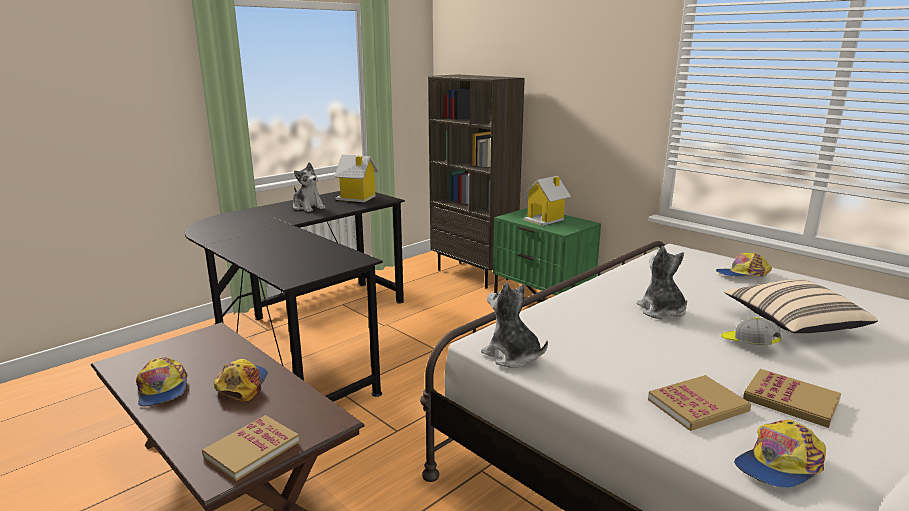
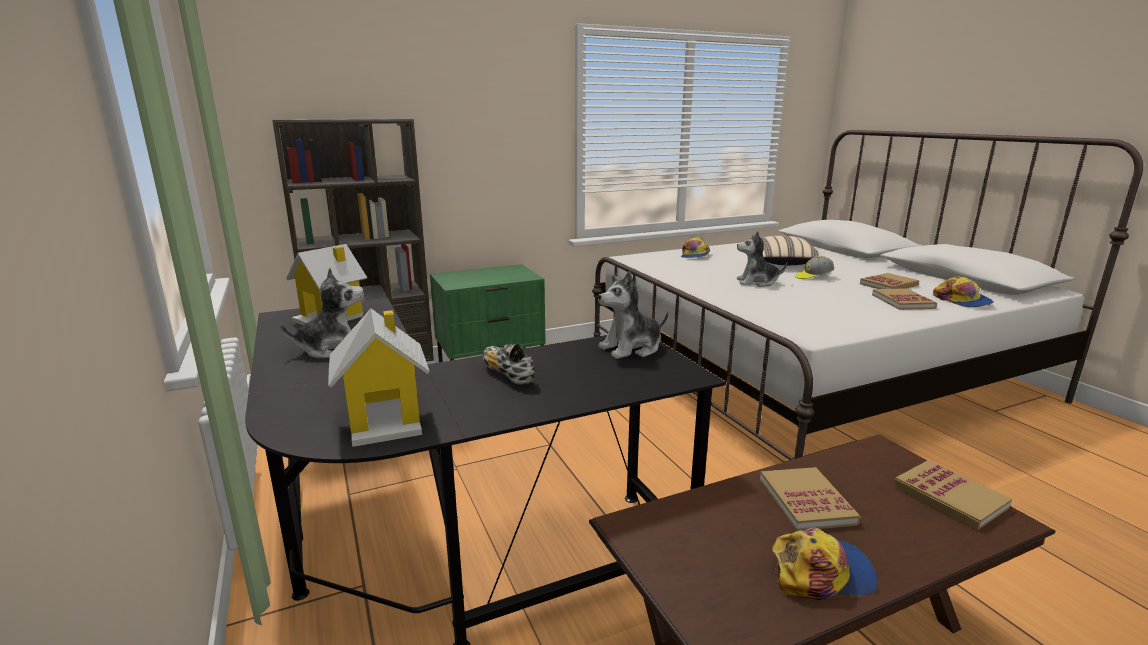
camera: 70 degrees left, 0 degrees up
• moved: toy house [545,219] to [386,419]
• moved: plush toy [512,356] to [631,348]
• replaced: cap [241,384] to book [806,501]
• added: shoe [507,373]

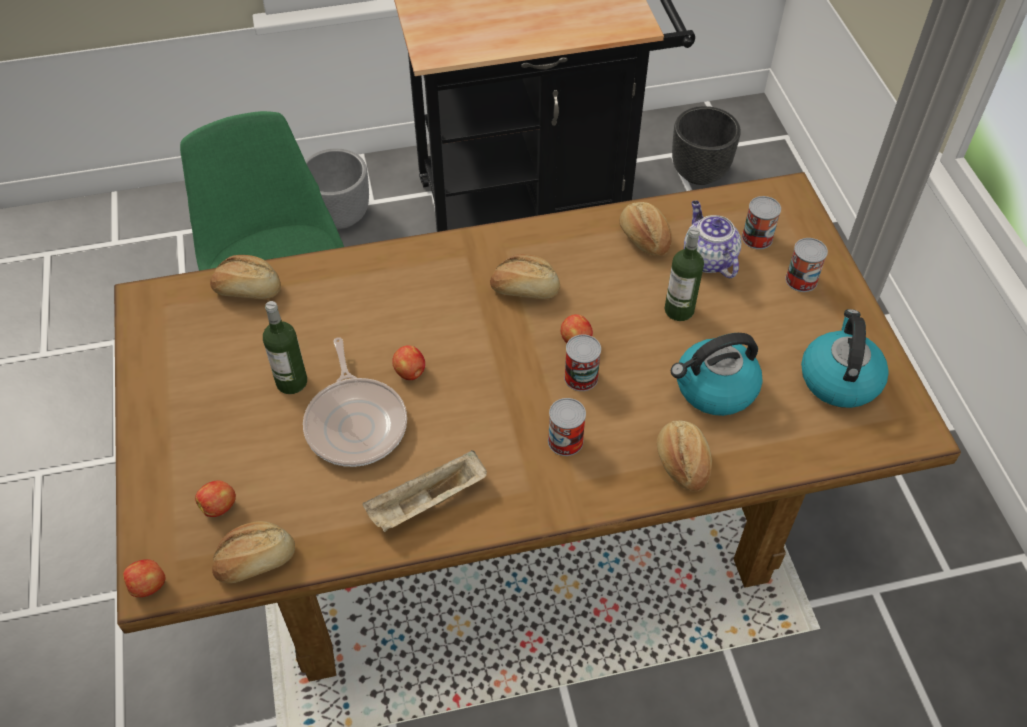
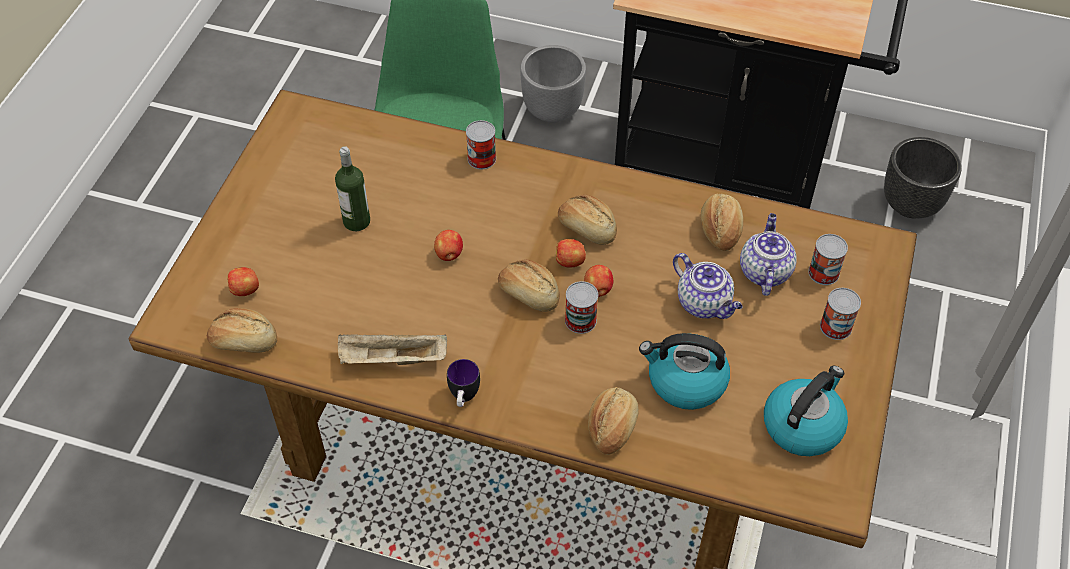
camera: 30 degrees right, 0 degrees up
• replaced: bottle [679,310] to teapot [705,303]
• moved: bread [248,289] to [529,294]
• removed: frying pan [356,422]
• moved: can [565,441] to [481,158]
• moved: apple [149,585] to [570,262]
• added: mug [463,398]

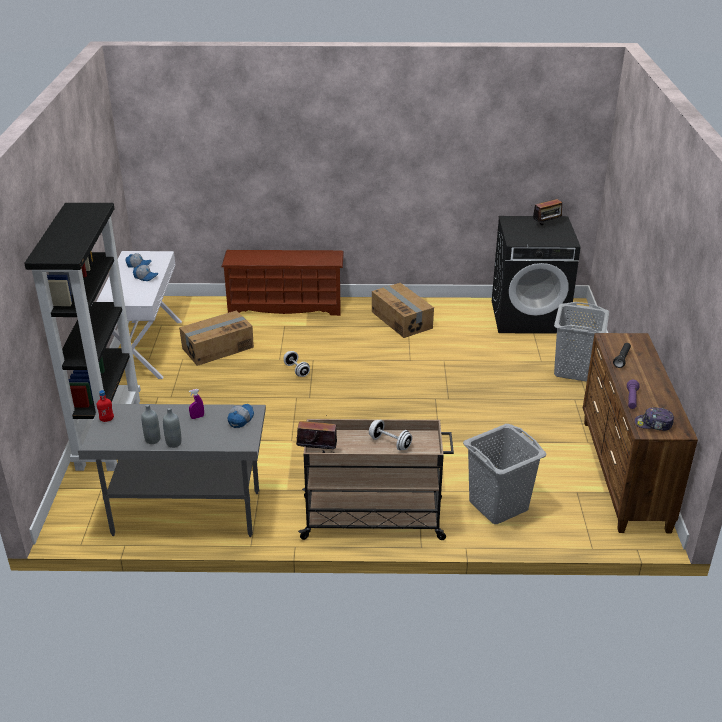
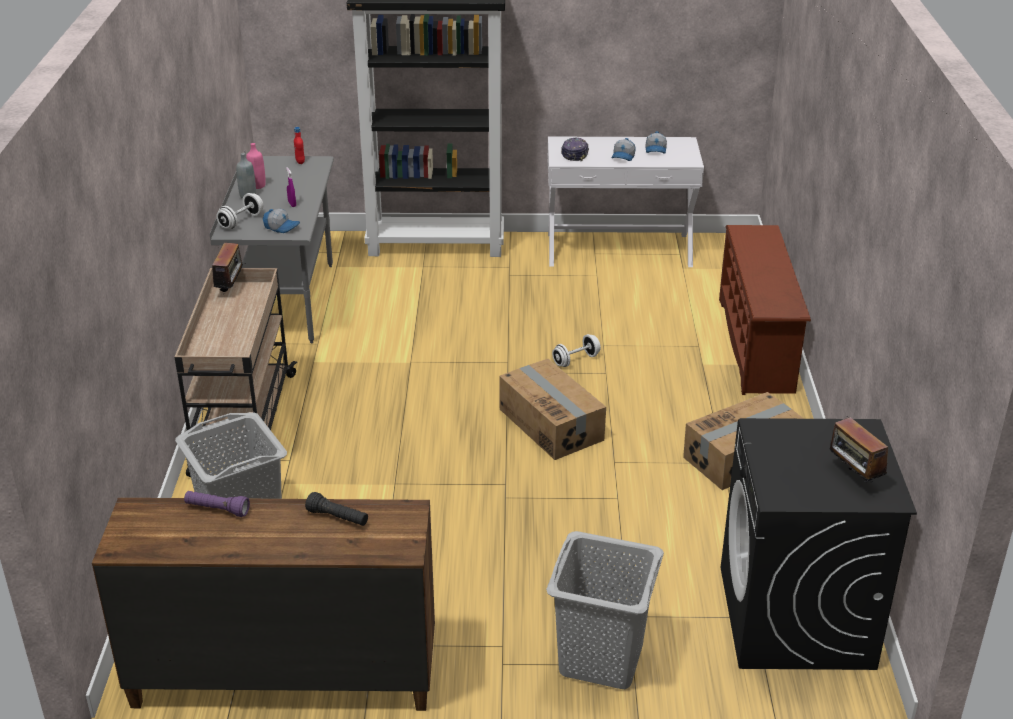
camera: 90 degrees right, 0 degrees up
• moved: cardboard box [217,348] to [551,424]
• recoloured: grey bottle [152,440] to pink bottle [257,186]
• moved: cap [653,424] to [574,154]
• moved: white dumbbell [390,443] to [241,221]

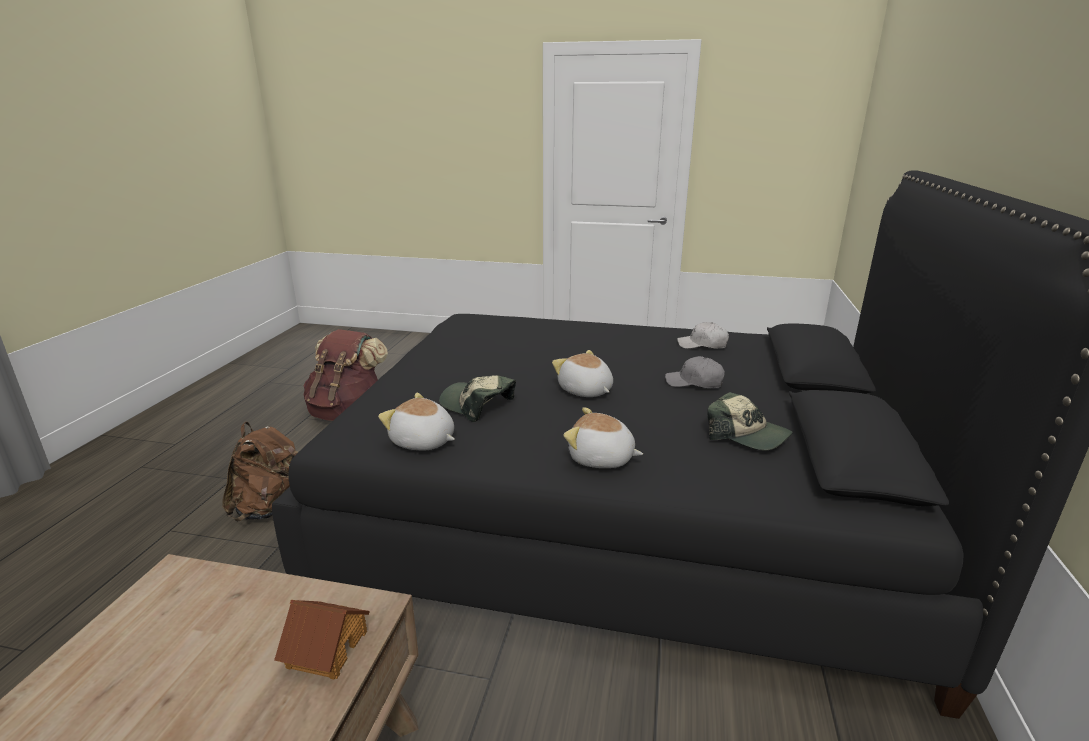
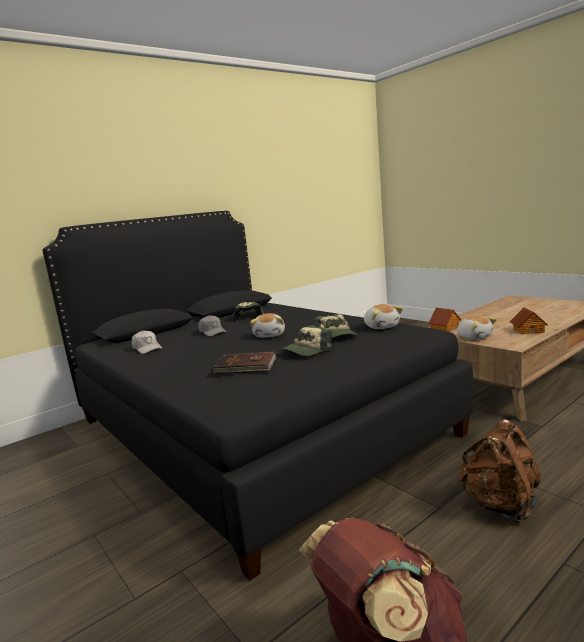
camera: 140 degrees left, 10 degrees down
• moved: plush toy [601,459] to [474,337]
• added: toy house [528,330]
• added: cap [306,350]
• added: brown book [246,366]

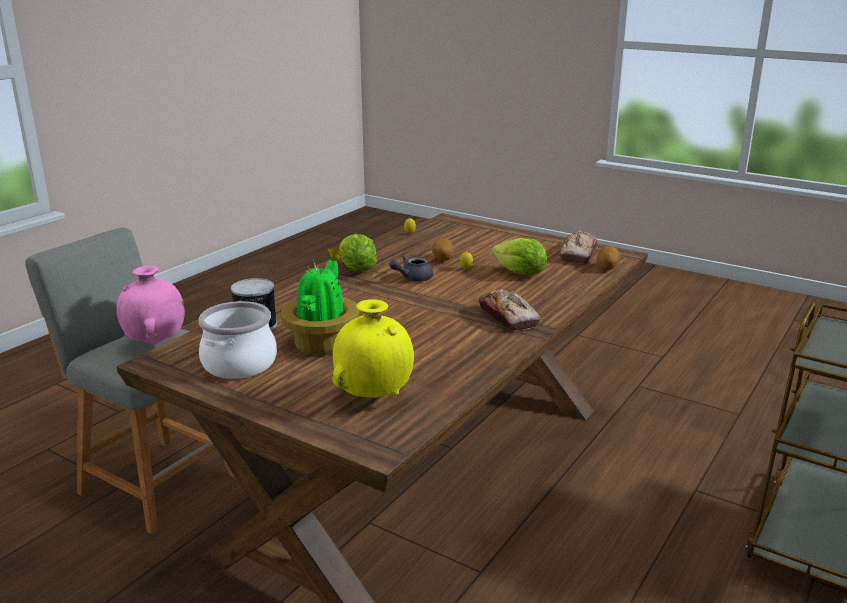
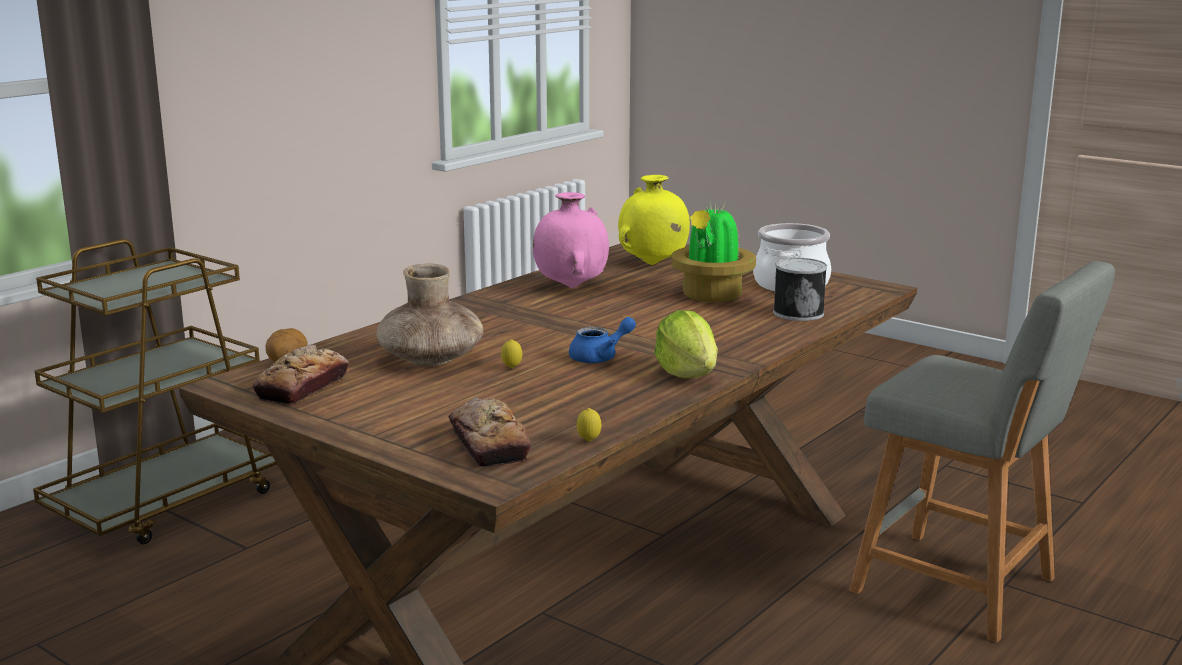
camera: 175 degrees left, 5 degrees down
• removed: potato [442,259]
• replaced: lettuce [520,273] to brown vase [431,359]
• recoloured: grey teapot [412,278] to blue teapot [600,357]
• moved: pink vase [155,343] to [571,287]
• moved: bread [508,317] to [489,444]

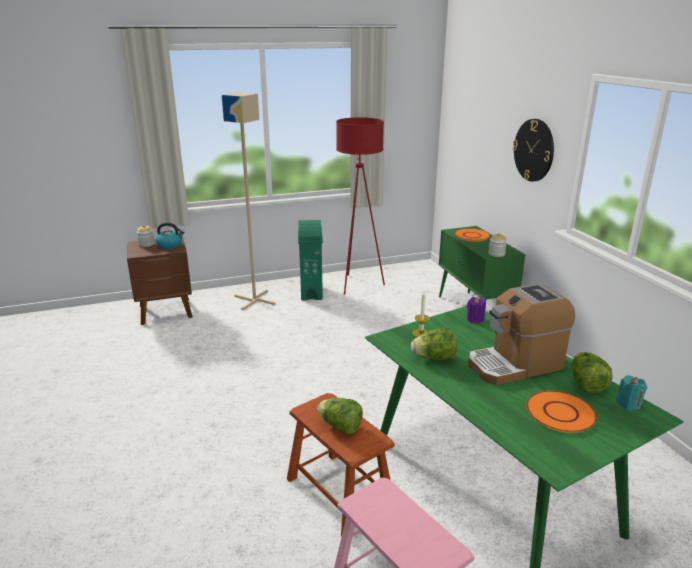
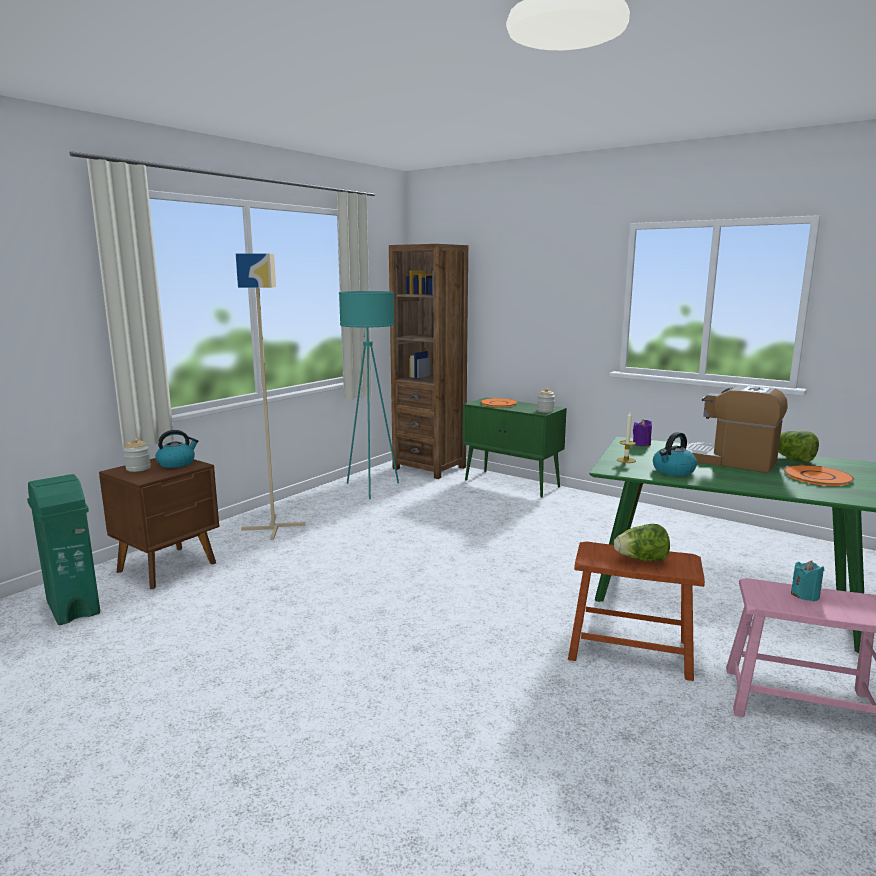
camera: 35 degrees left, 10 degrees down
• recoloured: red floor lamp [358,285] to turquoise floor lamp [371,488]
• removed: wall clock [534,150]
• moved: green trash can [311,293] to [73,607]
• turned: coffee machine [515,364] = [730,461] 90 degrees clockwise
• replaced: lettuce [434,358] to kettle [673,471]
• moved: turquoise candle [628,404] to [805,595]
• added: brown bookcase [429,468]

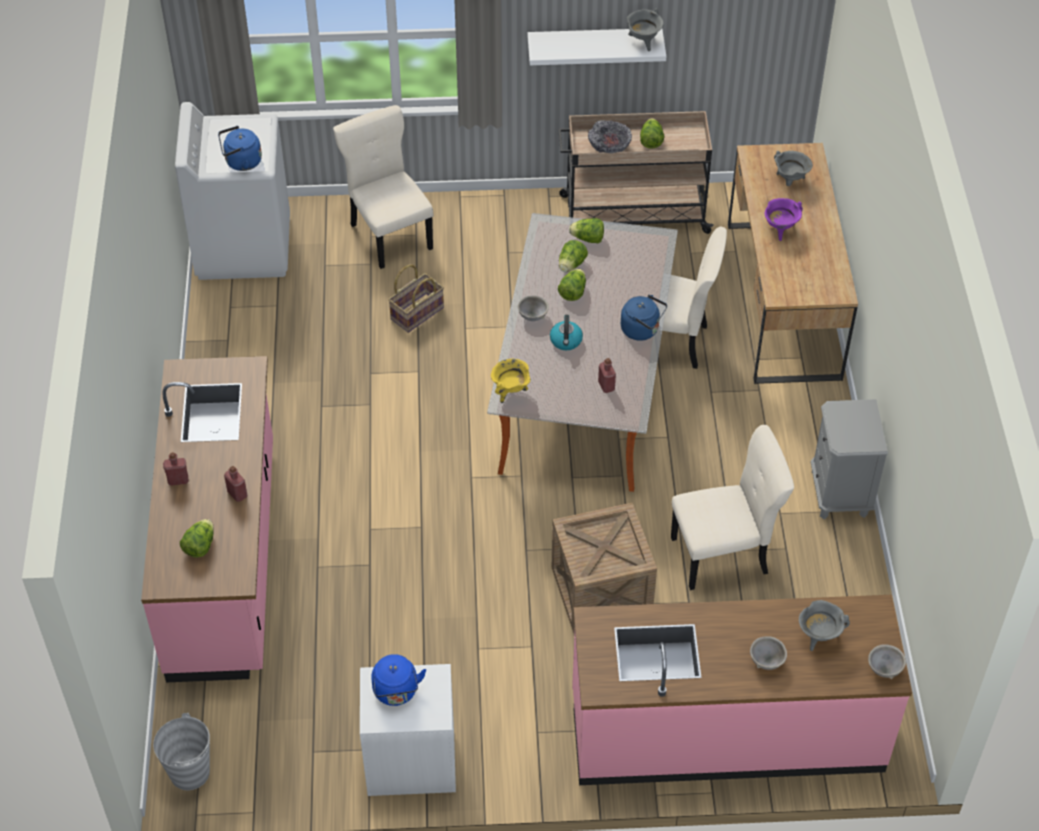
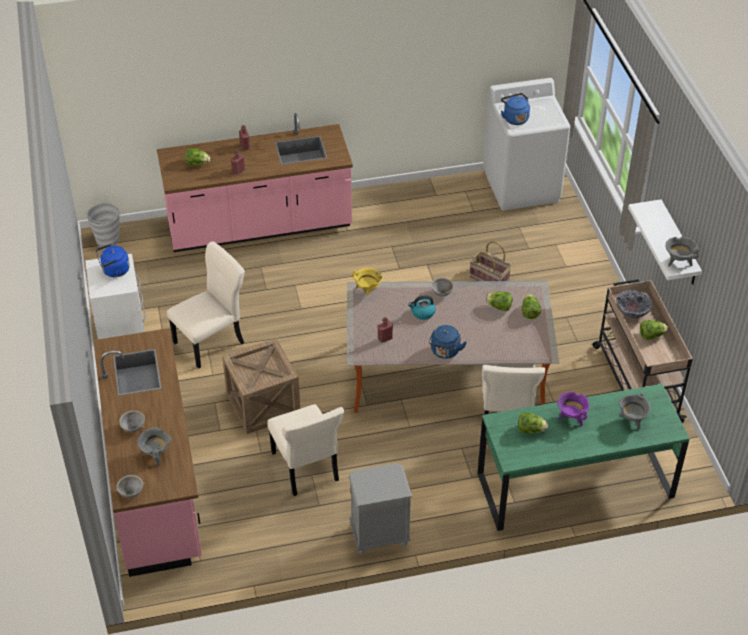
camera: 80 degrees right, 5 degrees down
• moved: beige chair [390,234] to [211,342]
• recoloured: brown desk [782,299] to green desk [575,485]
• moved: lettuce [573,292] to [530,430]

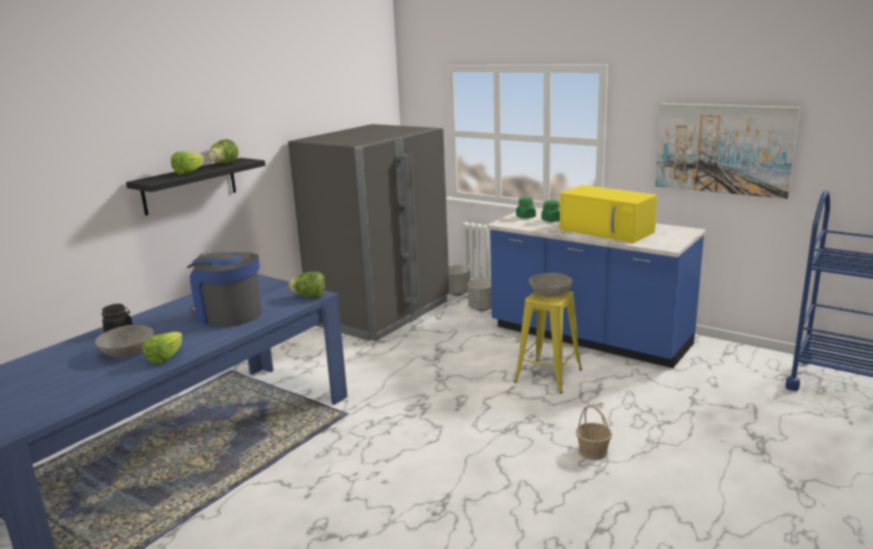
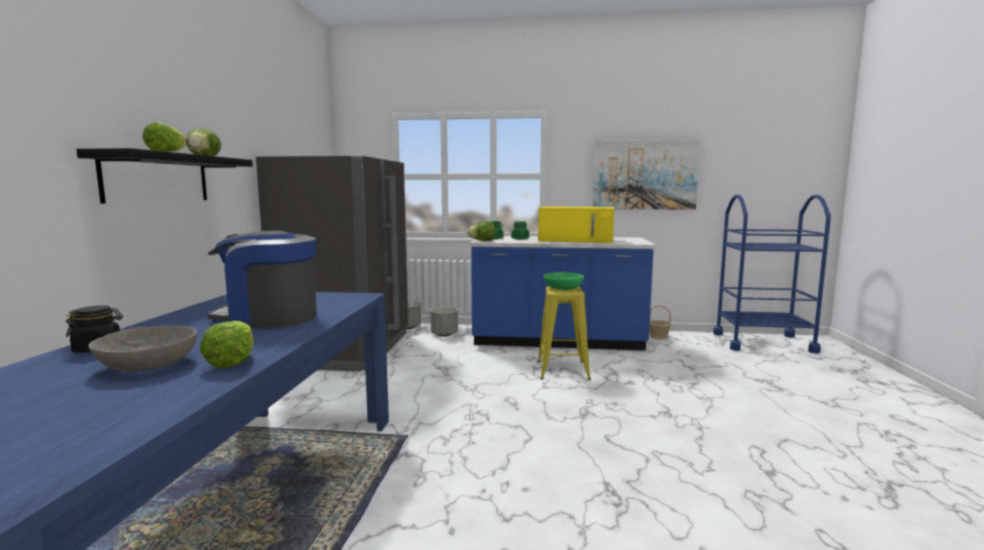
camera: 30 degrees left, 10 degrees down
• moved: lettuce [309,296] to [482,241]
• recoloured: grey bowl [550,293] to green bowl [563,288]
• moved: basket [593,451] to [658,337]

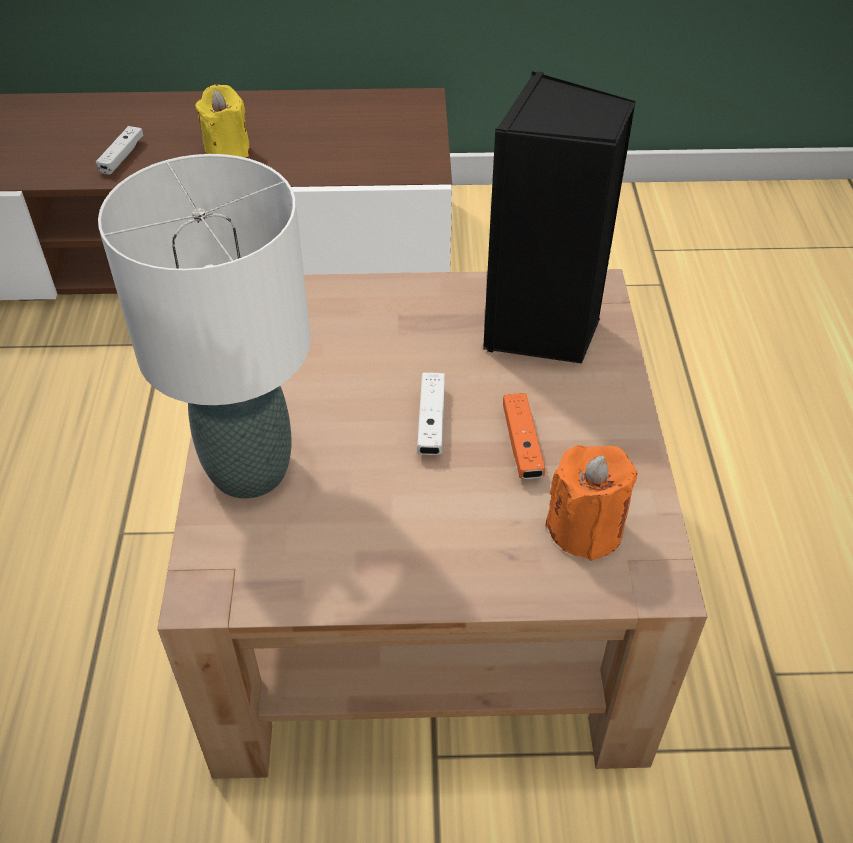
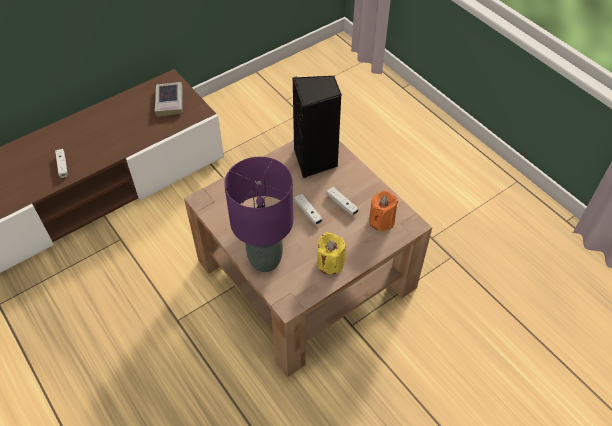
camera: 35 degrees left, 5 degrees up
• moved: yellow candle [227,151] to [330,263]
• recoloured: white table lamp [250,469] to purple table lamp [265,260]
• recoloured: orange game controller [522,444] to white game controller [342,204]
• added: book [169,101]

